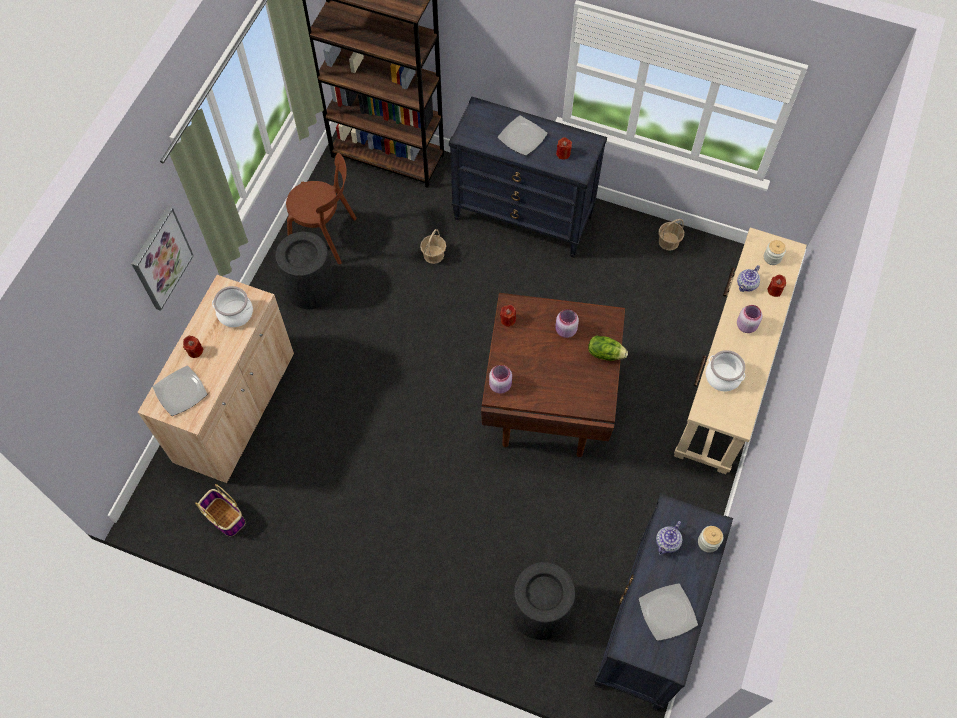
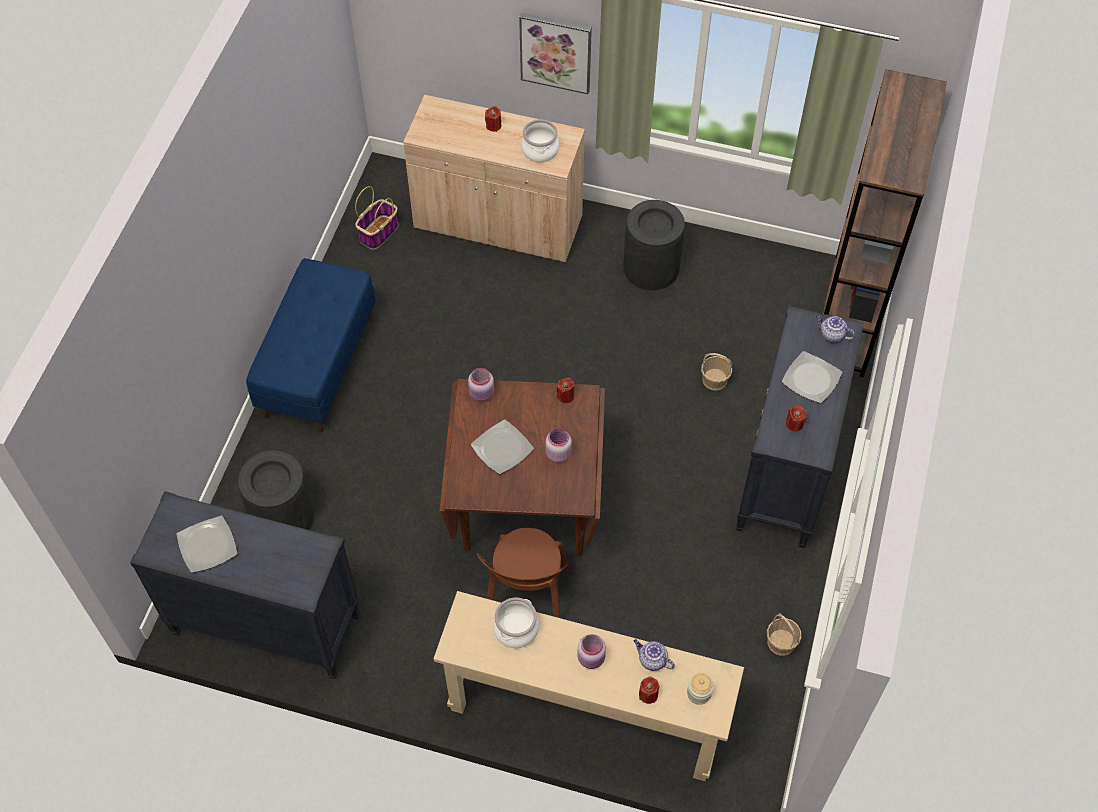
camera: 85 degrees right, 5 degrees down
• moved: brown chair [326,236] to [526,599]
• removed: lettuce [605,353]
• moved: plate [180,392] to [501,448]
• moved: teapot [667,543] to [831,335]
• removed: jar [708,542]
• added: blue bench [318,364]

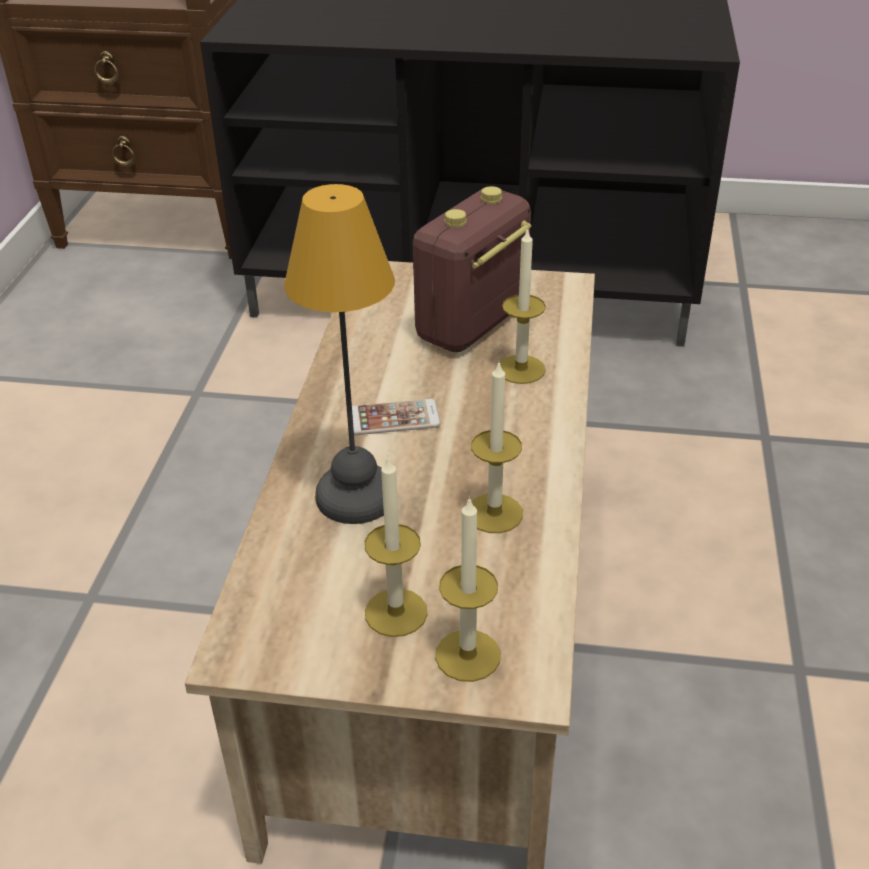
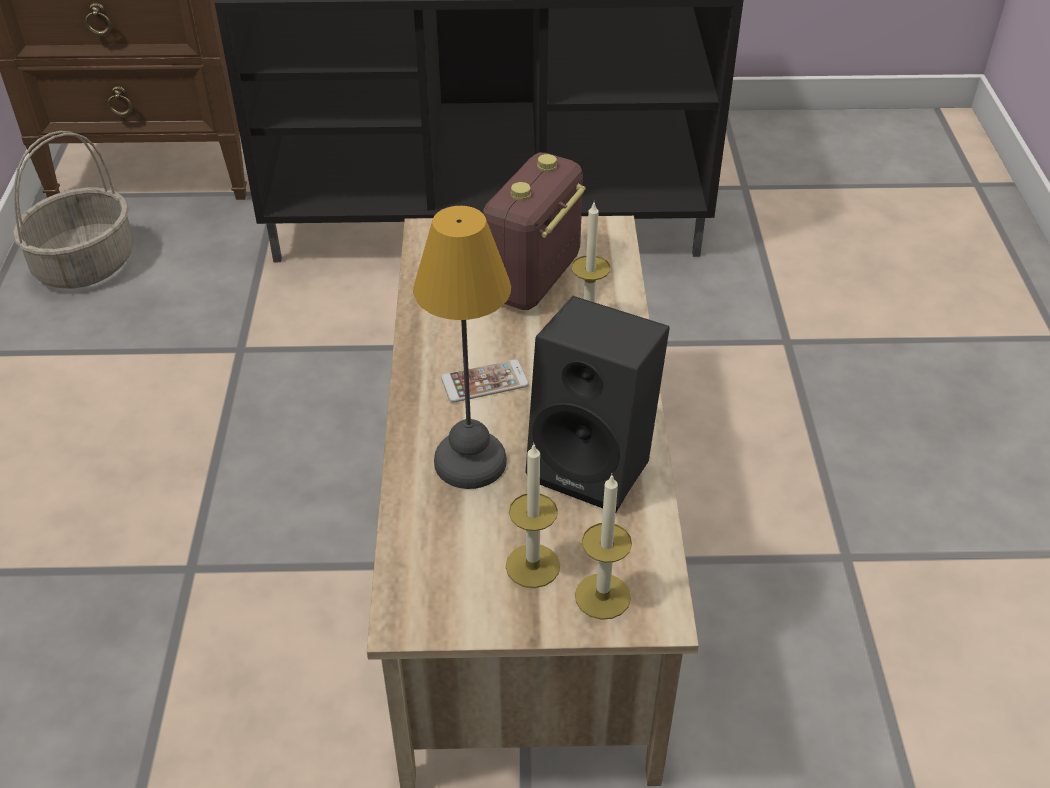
camera: 10 degrees left, 5 degrees up
• replaced: candle [494,513] to black speaker [595,464]
• added: basket [86,264]

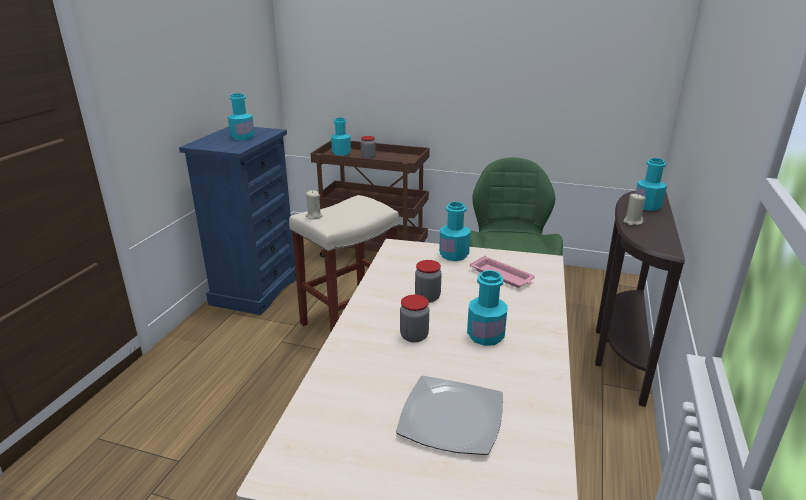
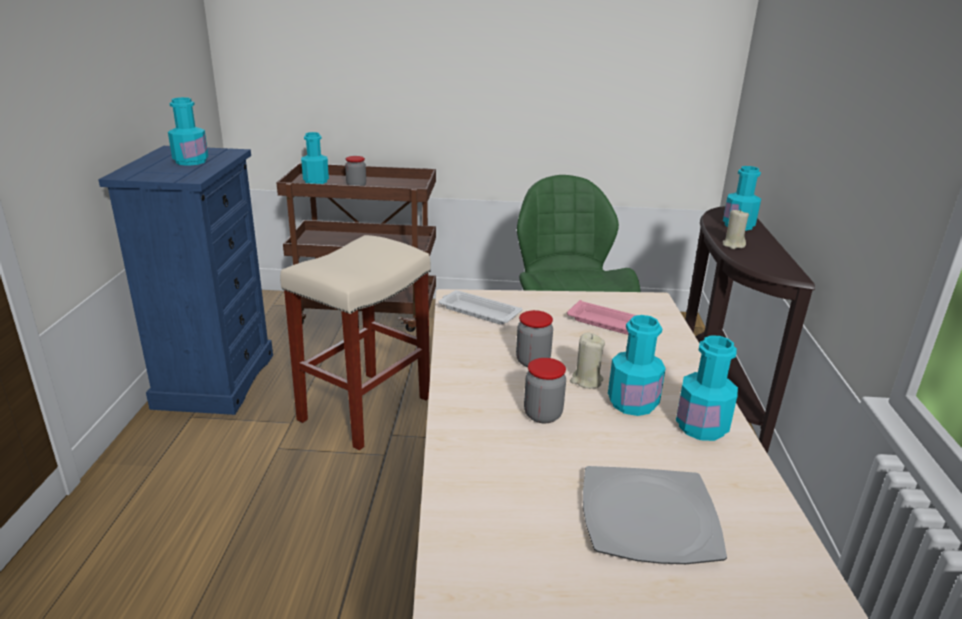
camera: 15 degrees left, 0 degrees up
• moved: beige candle [314,216] to [586,381]
• moved: turquoise bottle [454,255] to [701,427]
• added: white tray [478,312]

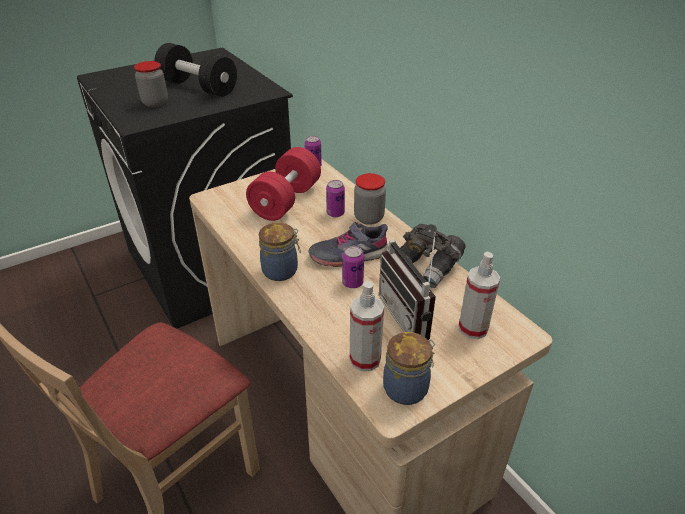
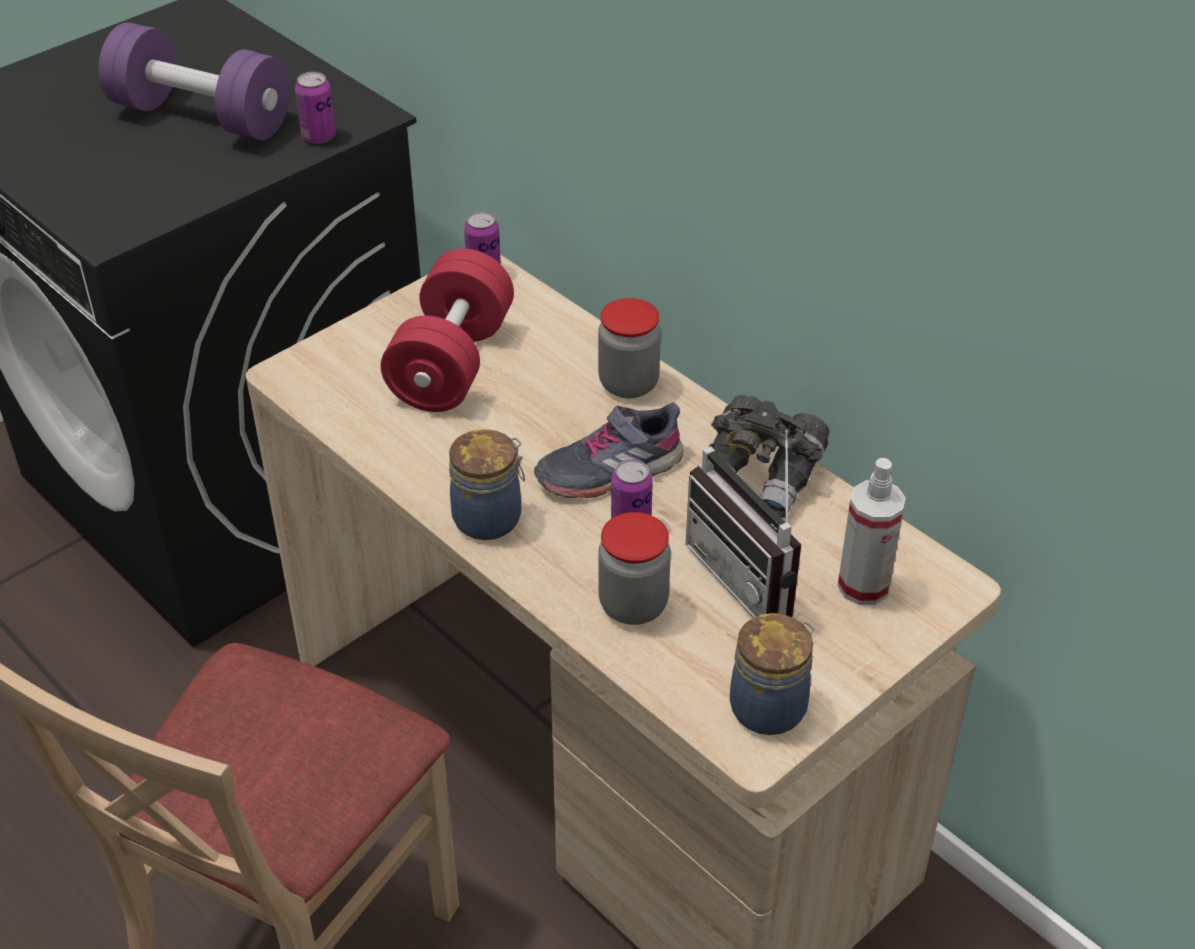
camera: 10 degrees left, 5 degrees up
• recoloured: black dumbbell [198,87] to purple dumbbell [201,117]
• moved: jar [155,103] to [633,605]
• moved: can [335,213] to [319,136]
• removed: spray bottle [365,359]

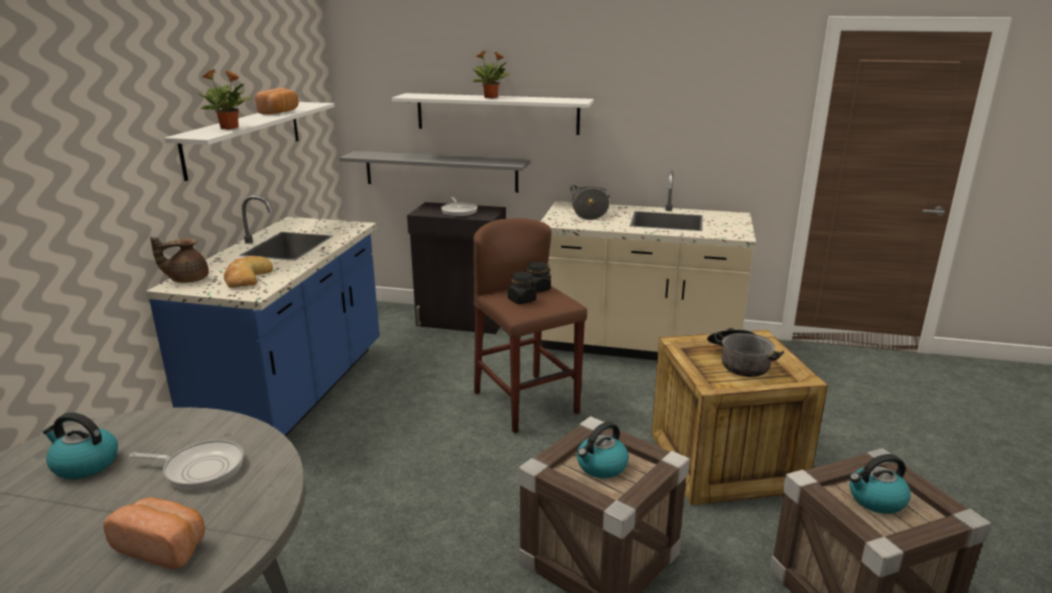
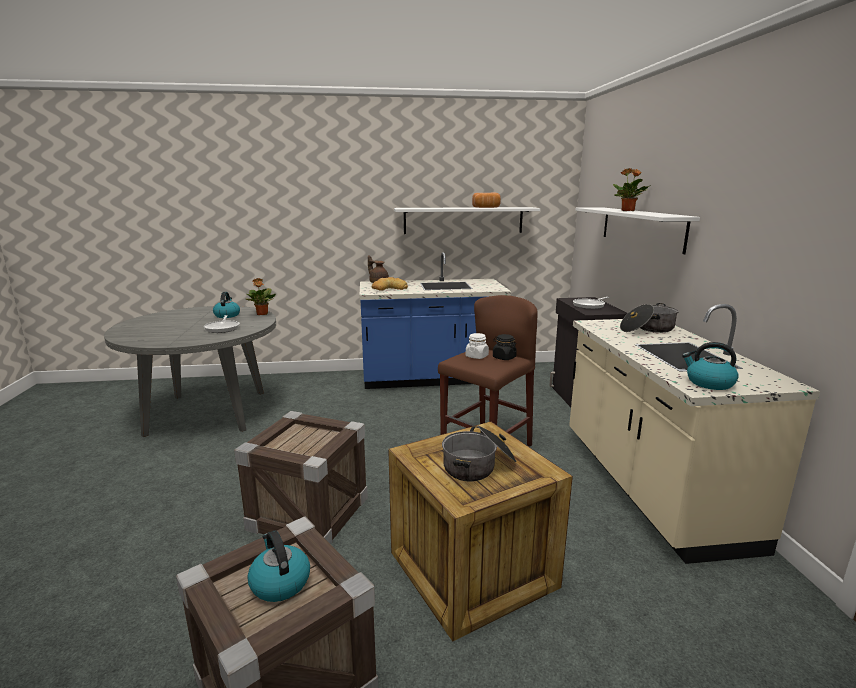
camera: 70 degrees right, 5 degrees down
• moved: potted plant [230,128] to [262,314]
• removed: grey shelf [441,171]
• recoloured: black jar [521,300] to white jar [477,356]
• moved: kettle [601,466] to [709,383]
• removed: bread [164,546]

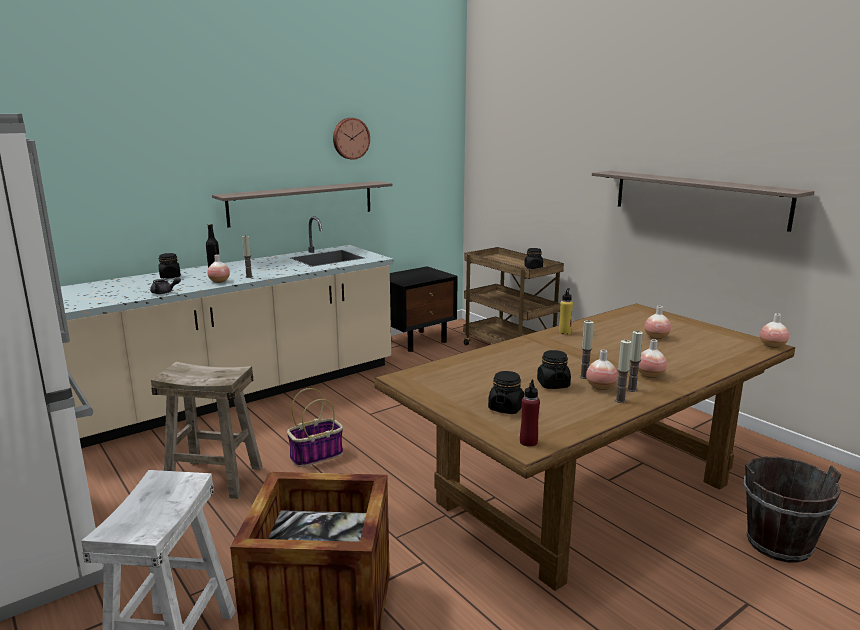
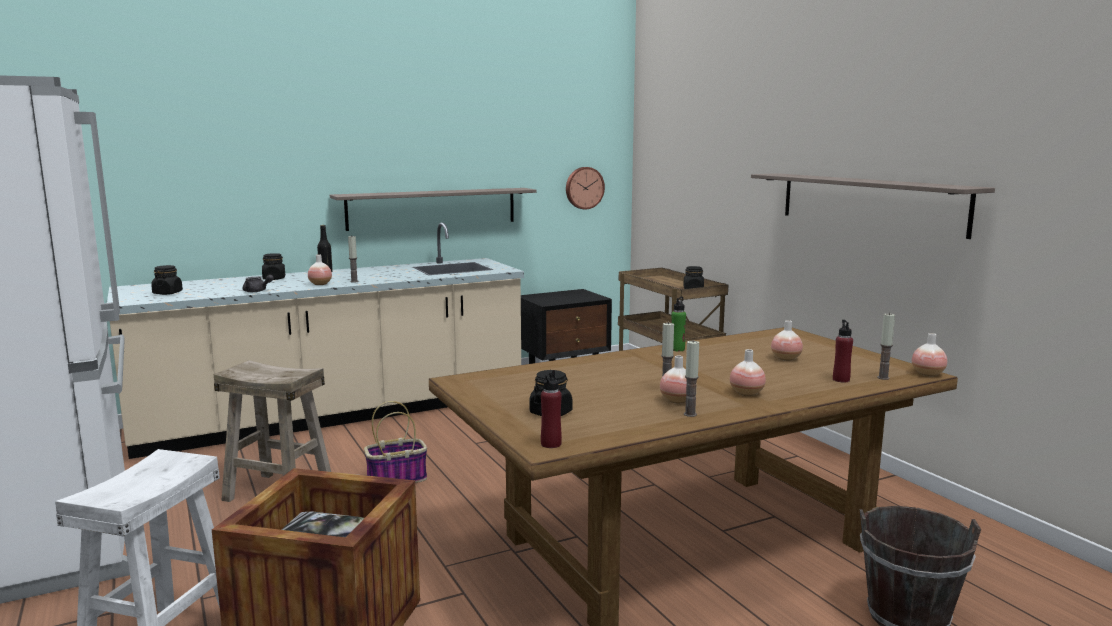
camera: 10 degrees right, 5 degrees down
• moved: wall clock [350,138] to [584,188]
• recoloured: yellow bottle [564,332] to green bottle [677,349]
• moved: candle [632,389] to [883,378]
• moved: black jar [553,384] to [167,293]
• added: red bottle [841,380]

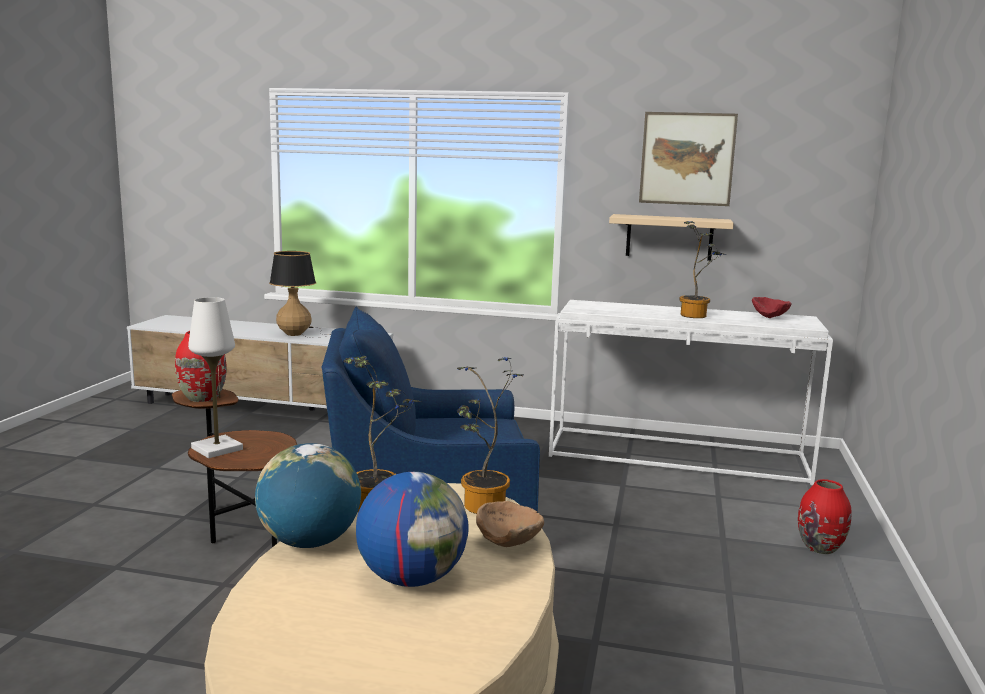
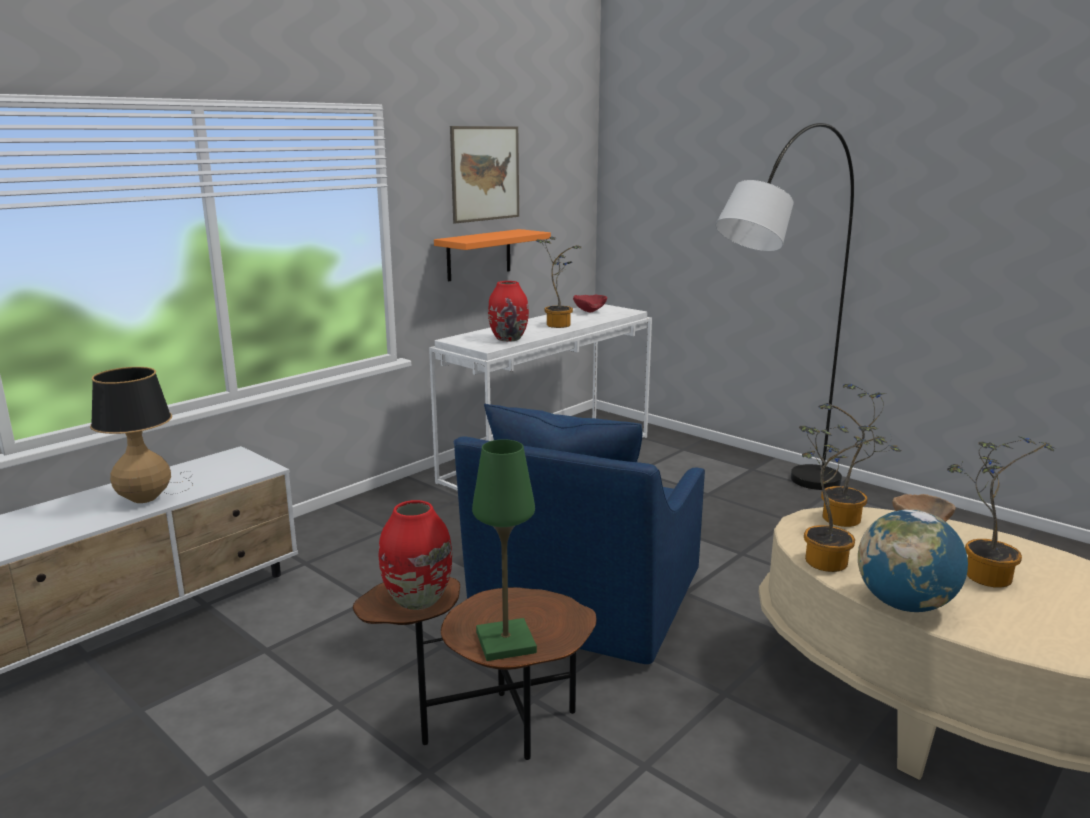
camera: 60 degrees left, 5 degrees up
• recoloured: beige shelf [669,237] to orange shelf [479,255]
• recoloured: white table lamp [217,449] to green table lamp [505,642]
• replaced: globe [412,578] to potted plant [981,574]
• moved: red vase [820,548] to [508,338]
• added: grey floor lamp [771,509]

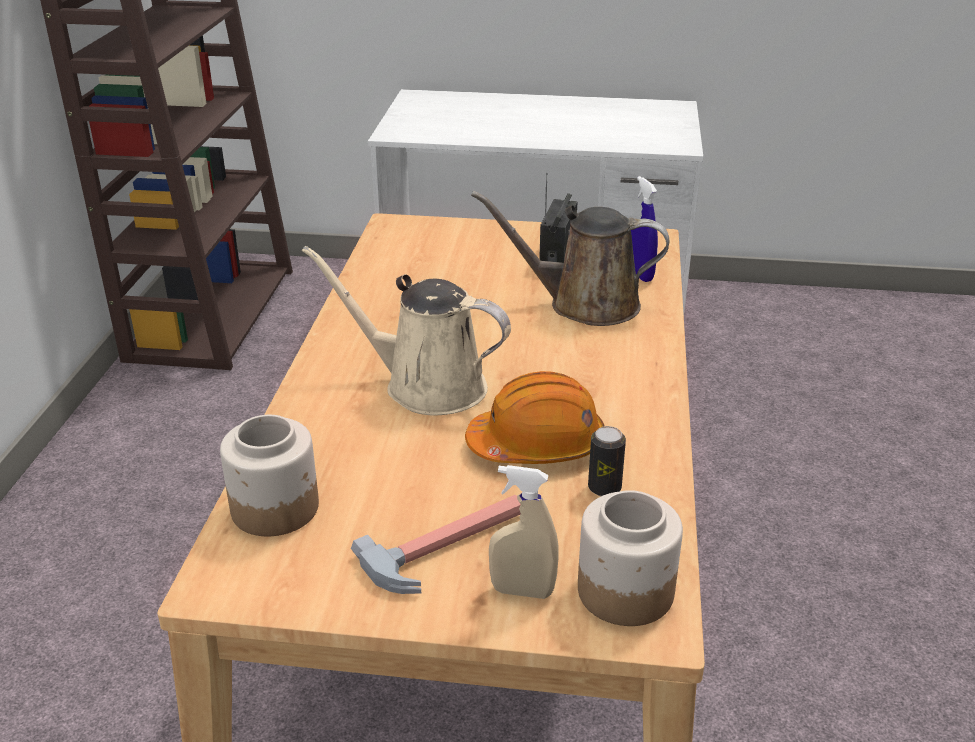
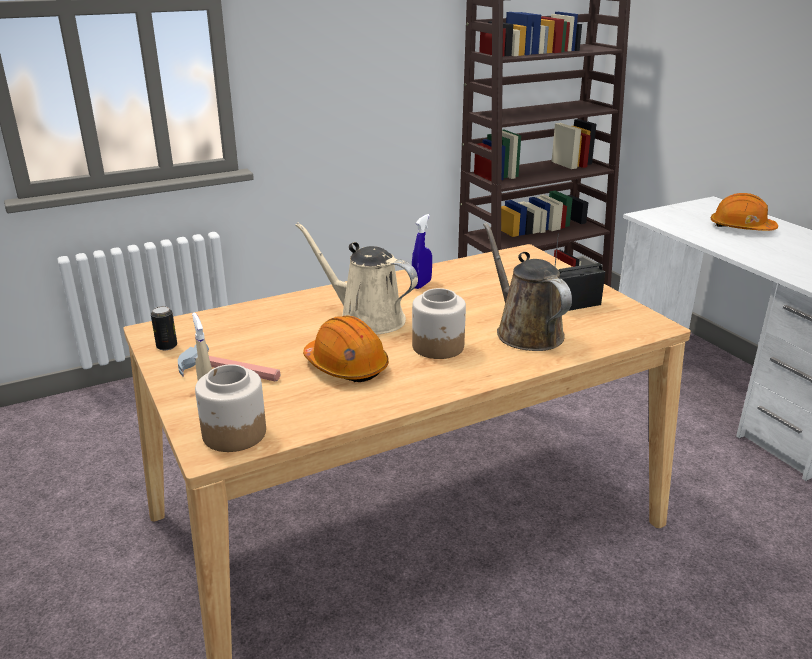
camera: 55 degrees right, 5 degrees down
• moved: blue spray bottle [639,275] to [421,284]
• turned: beige watering can [426,385] = [366,318] 45 degrees counterclockwise
• moved: jar [276,508] to [438,347]
• moved: can [604,488] to [167,346]
• added: orange hard hat [741,228]

